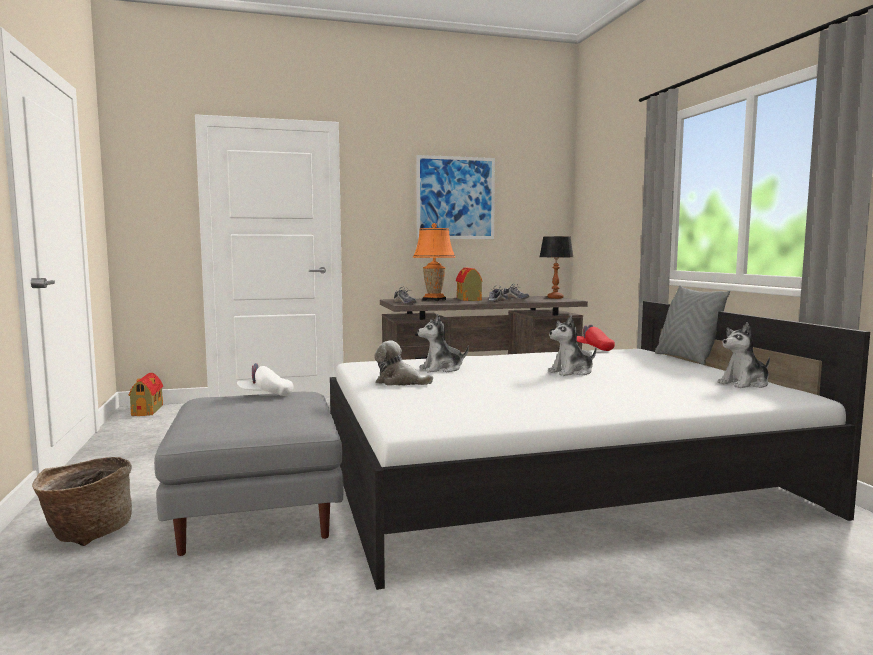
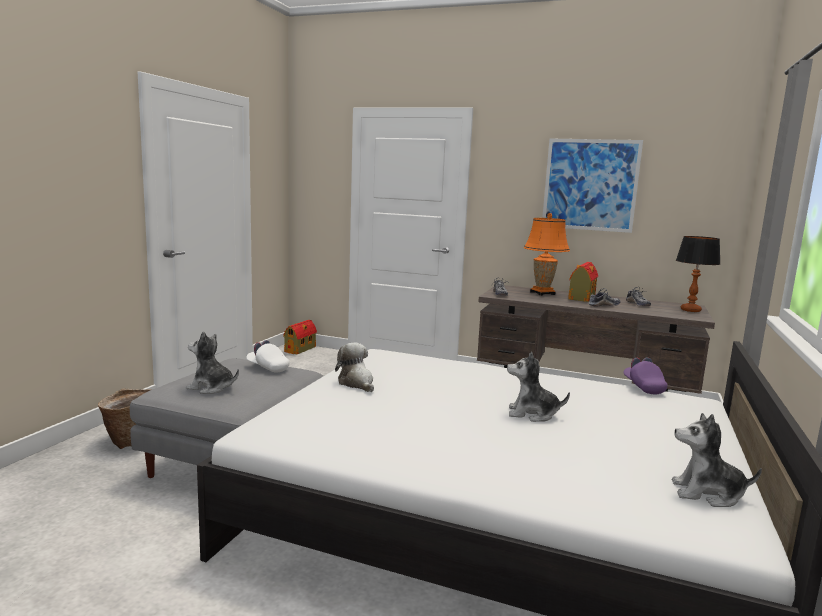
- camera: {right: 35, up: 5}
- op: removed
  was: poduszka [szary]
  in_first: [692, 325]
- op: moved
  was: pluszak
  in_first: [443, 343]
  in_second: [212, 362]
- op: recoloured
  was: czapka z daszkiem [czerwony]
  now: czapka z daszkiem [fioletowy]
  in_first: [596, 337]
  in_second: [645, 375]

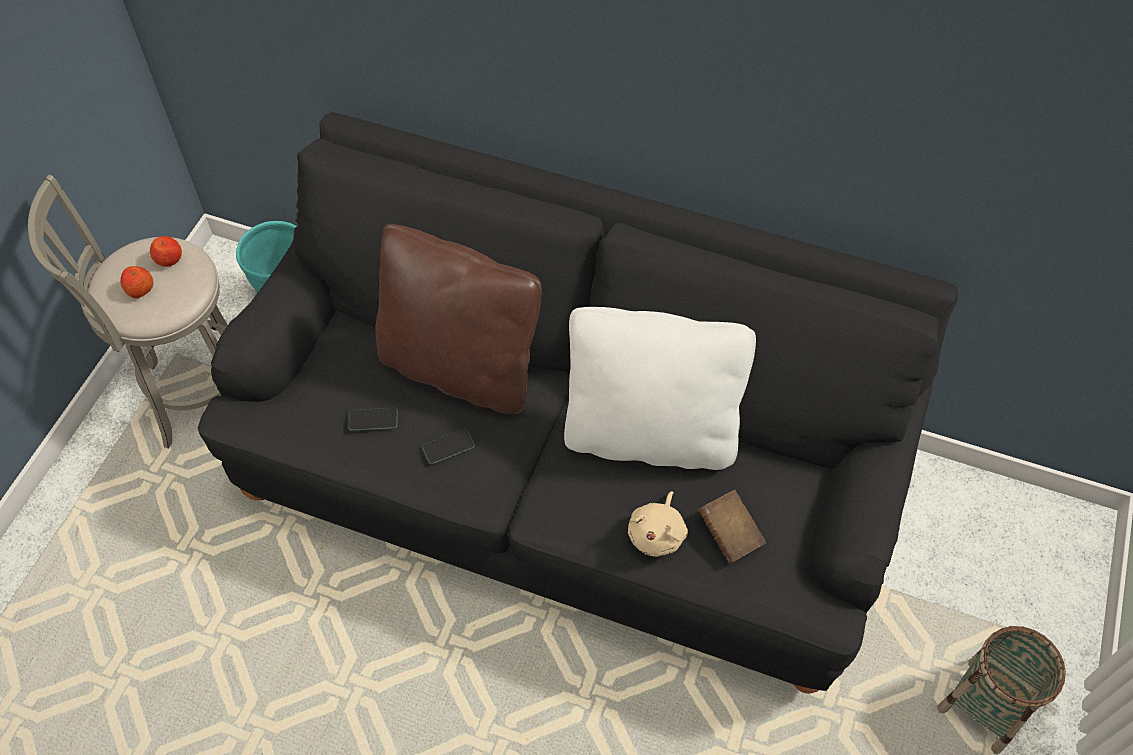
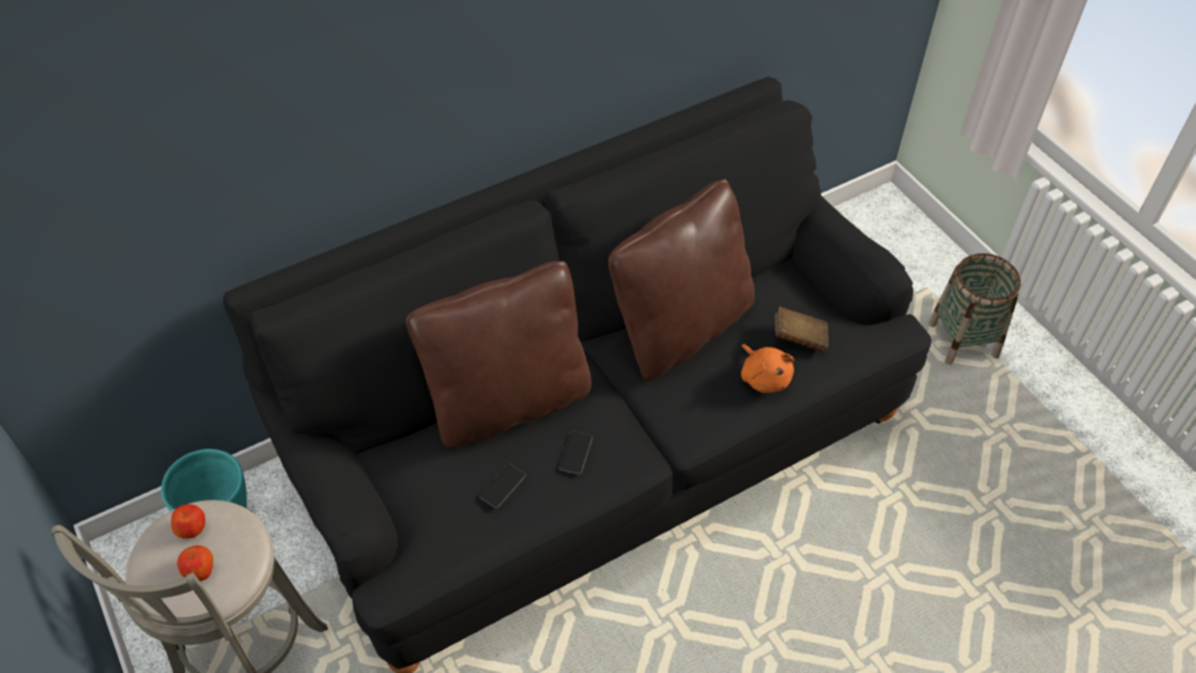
- camera: {right: -50, up: -5}
- op: recoloured
  was: poduszka [biały]
  now: poduszka [brązowy]
  in_first: [660, 388]
  in_second: [681, 280]
- op: recoloured
  was: pluszak [beżowy]
  now: pluszak [pomarańczowy]
  in_first: [658, 524]
  in_second: [767, 368]

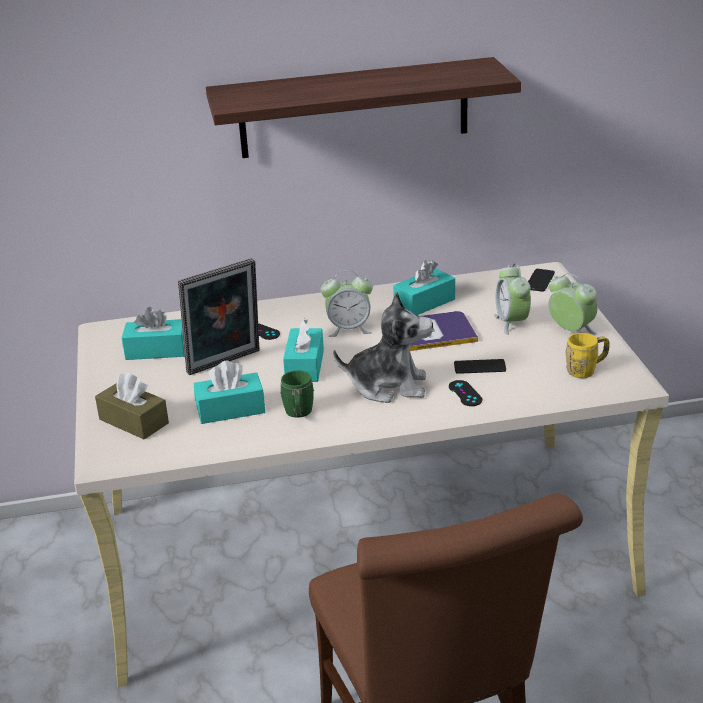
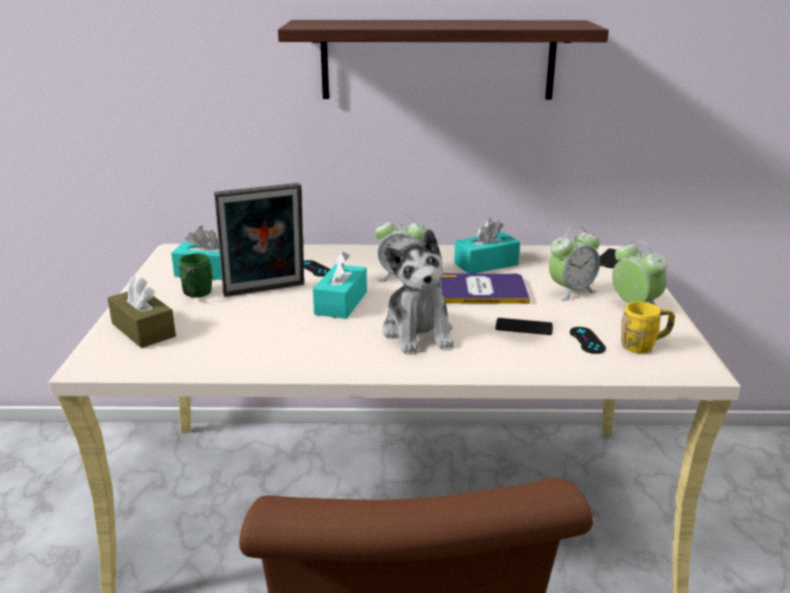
- camera: {right: 10, up: -5}
- op: removed
  was: pudełko chusteczek [turkusowy]
  in_first: [229, 392]
- op: moved
  was: kubek [zielony]
  in_first: [297, 394]
  in_second: [196, 275]
- op: moved
  was: pad do gier [czarny]
  in_first: [465, 393]
  in_second: [588, 340]
- op: turned
  was: pluszak
  in_first: [383, 347]
  in_second: [418, 291]
  clockwise: 60
- op: turned
  was: budzik
  in_first: [512, 299]
  in_second: [574, 263]
  clockwise: -120

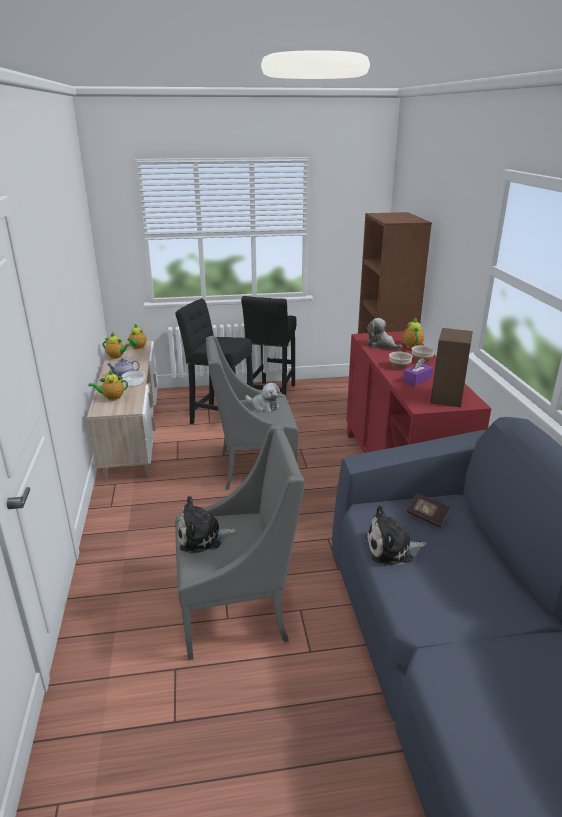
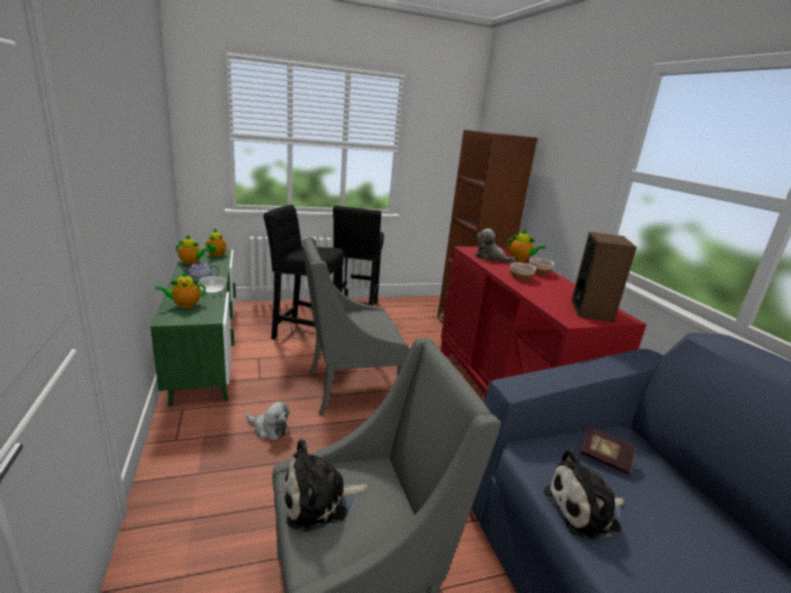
- camera: {right: -10, up: -5}
- op: removed
  was: pudełko chusteczek [fioletowy]
  in_first: [418, 372]
- op: moved
  was: pluszak
  in_first: [262, 397]
  in_second: [268, 421]
- op: recoloured
  was: szafka pod telewizor [beżowy]
  now: szafka pod telewizor [zielony]
  in_first: [122, 411]
  in_second: [193, 327]
- op: turned
  was: imbryk
  in_first: [413, 333]
  in_second: [526, 245]
  clockwise: 135

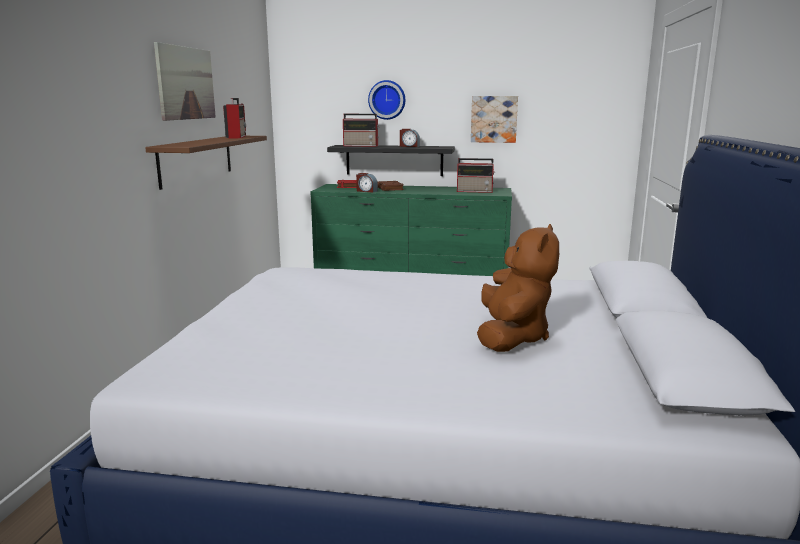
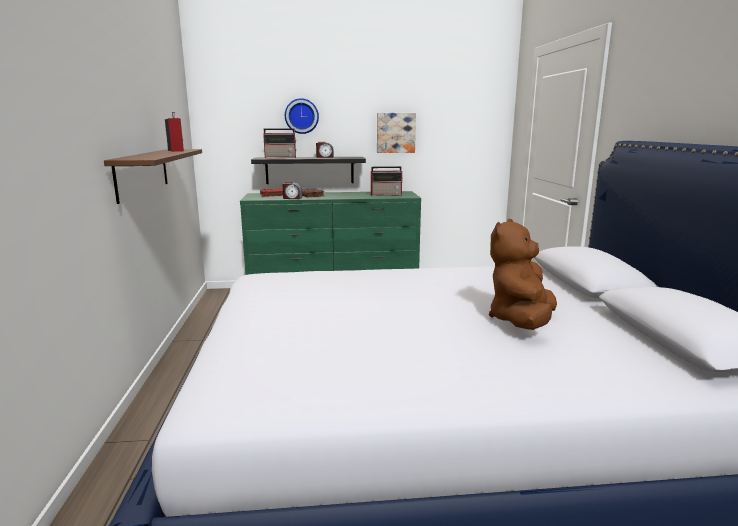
- camera: {right: -15, up: 0}
- op: removed
  was: obraz
  in_first: [185, 81]
- op: turned
  was: pluszak [brązowy]
  in_first: [518, 288]
  in_second: [523, 274]
  clockwise: -150

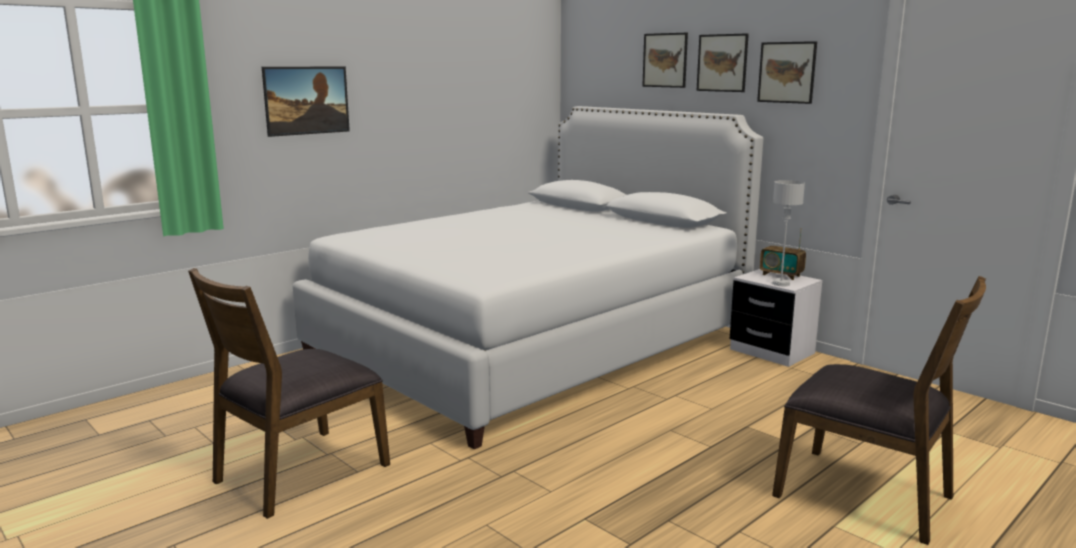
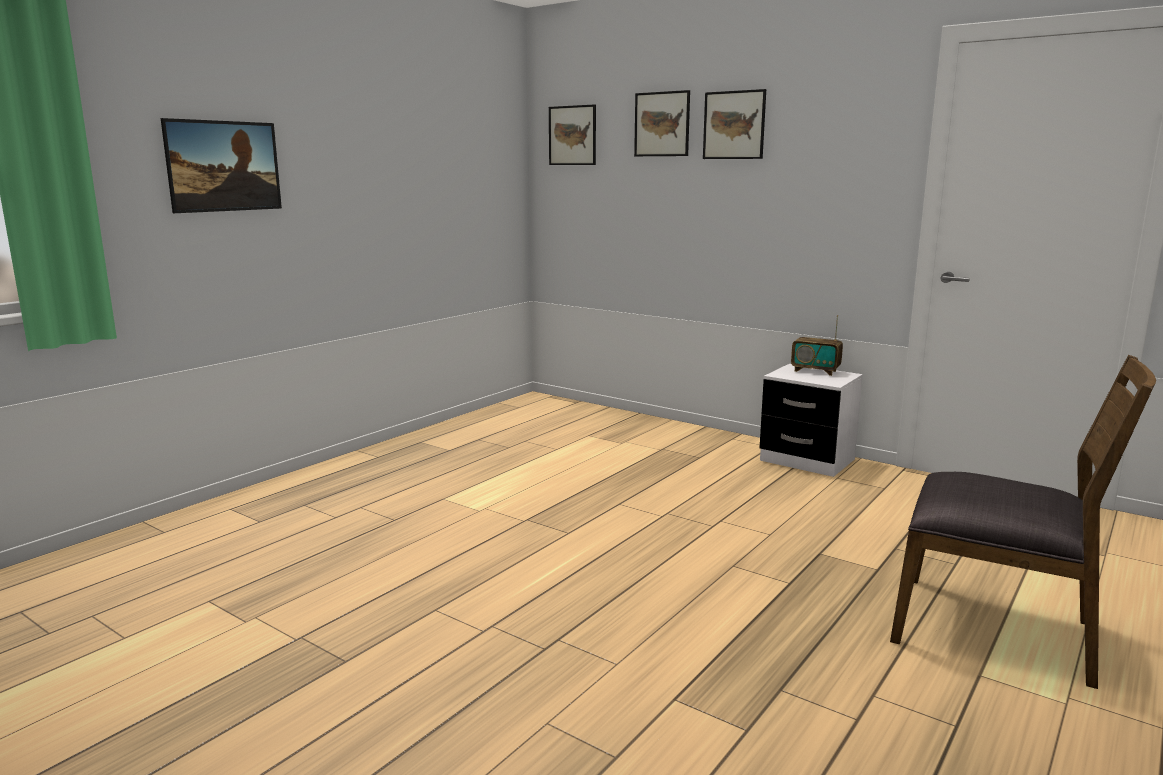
- camera: {right: -10, up: 0}
- op: removed
  was: krzesło [brązowy]
  in_first: [289, 393]
- op: removed
  was: łóżko [biały]
  in_first: [528, 277]
- op: removed
  was: lampa stołowa [szary]
  in_first: [788, 233]
- op: moved
  was: obraz
  in_first: [787, 72]
  in_second: [572, 134]

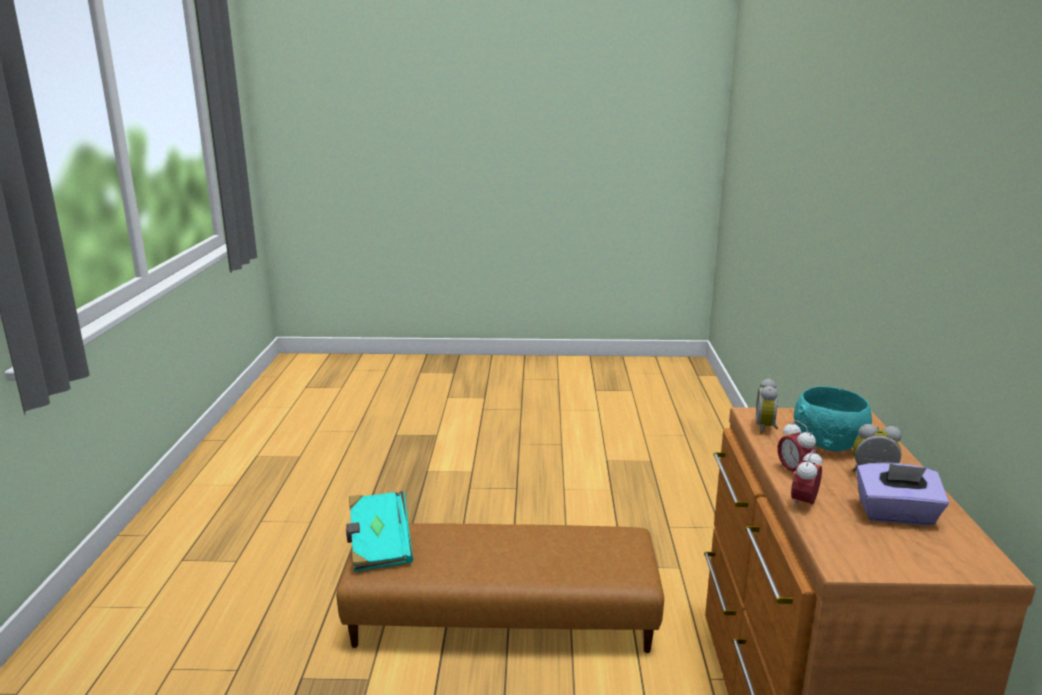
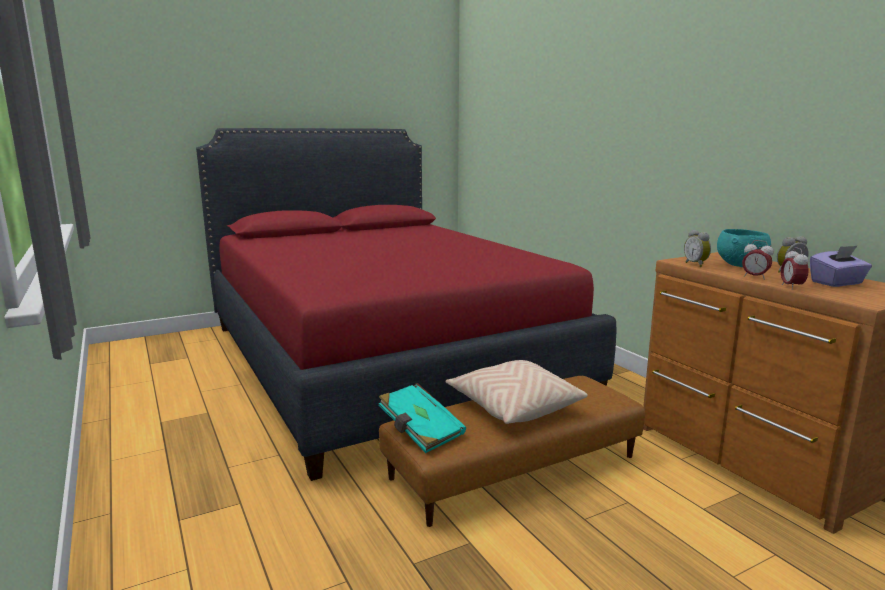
- camera: {right: -30, up: -5}
- op: added
  now: łóżko [czerwony]
  in_second: [406, 304]
- op: added
  now: poduszka [beżowy]
  in_second: [516, 392]

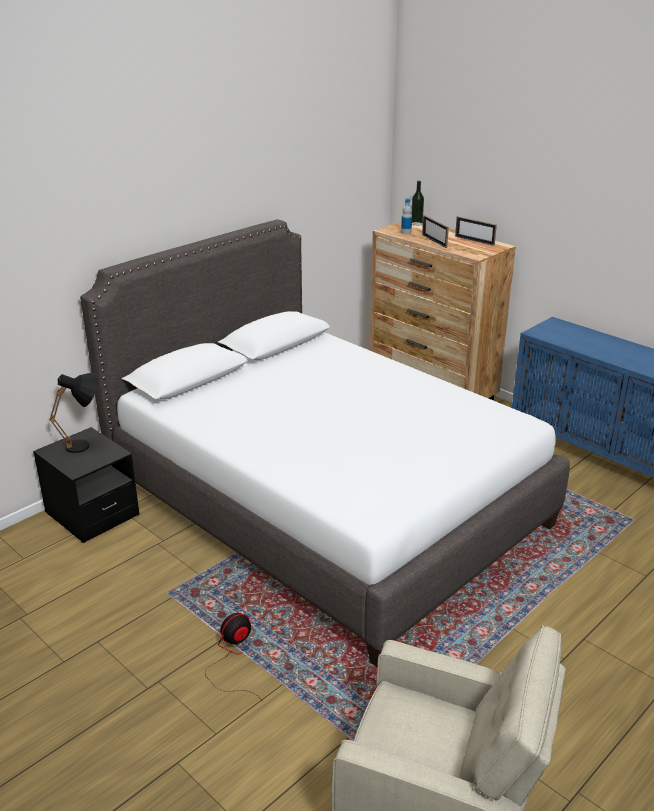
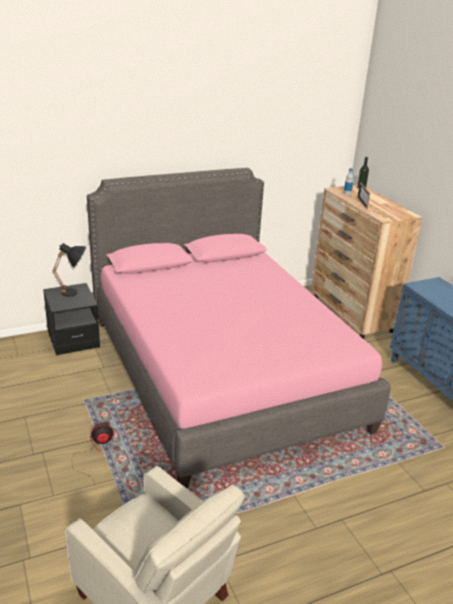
- camera: {right: 20, up: 0}
- op: removed
  was: ramka na zdjęcie
  in_first: [476, 231]
- op: recoloured
  was: łóżko [biały]
  now: łóżko [różowy]
  in_first: [325, 443]
  in_second: [239, 328]

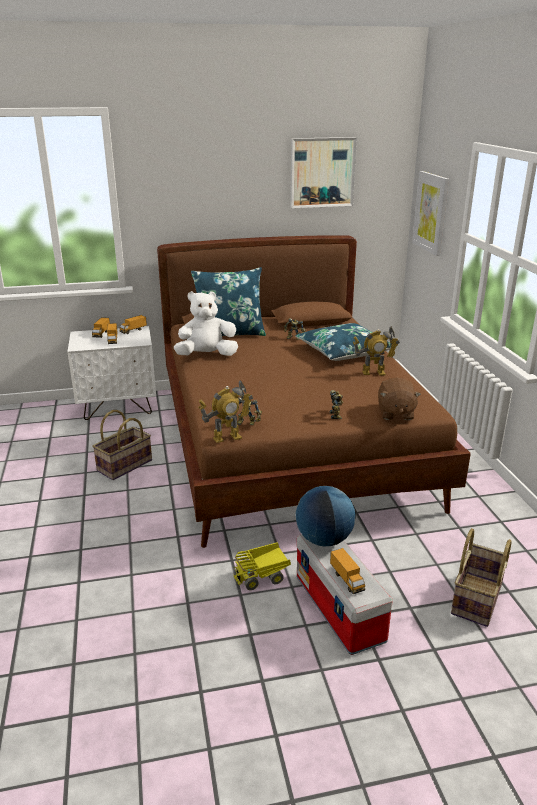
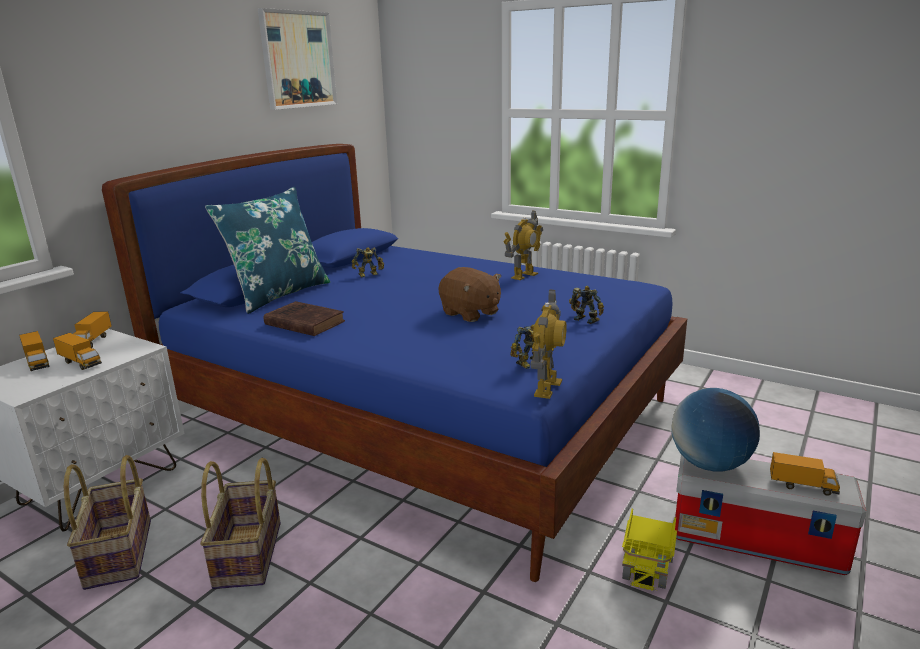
- camera: {right: -45, up: -5}
- op: removed
  was: poduszka [niebieski]
  in_first: [346, 342]
- op: removed
  was: obraz
  in_first: [430, 213]
- op: moved
  was: pluszak [brązowy]
  in_first: [399, 399]
  in_second: [469, 294]
- op: moved
  was: koszyk
  in_first: [481, 577]
  in_second: [107, 522]
- op: replaced
  was: pluszak [biały]
  now: książka [brązowy]
  in_first: [206, 323]
  in_second: [304, 318]
- op: recoloured
  was: łóżko [brązowy]
  now: łóżko [niebieski]
  in_first: [314, 391]
  in_second: [394, 363]

